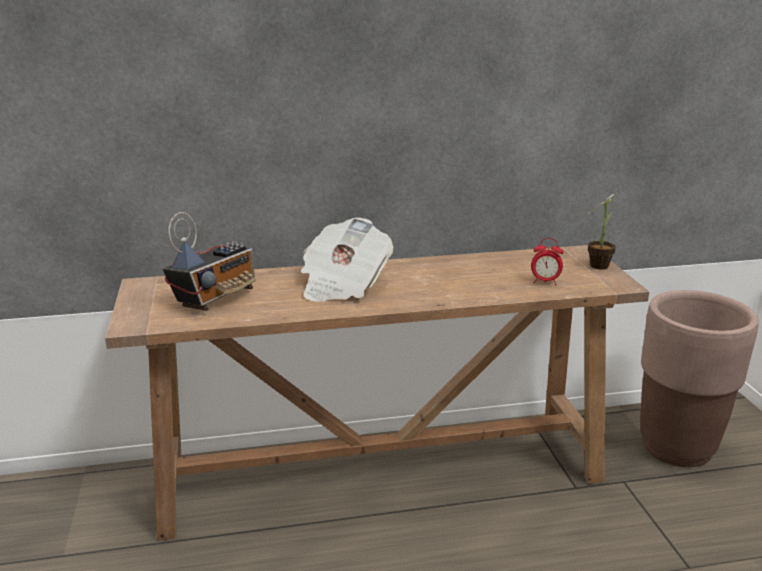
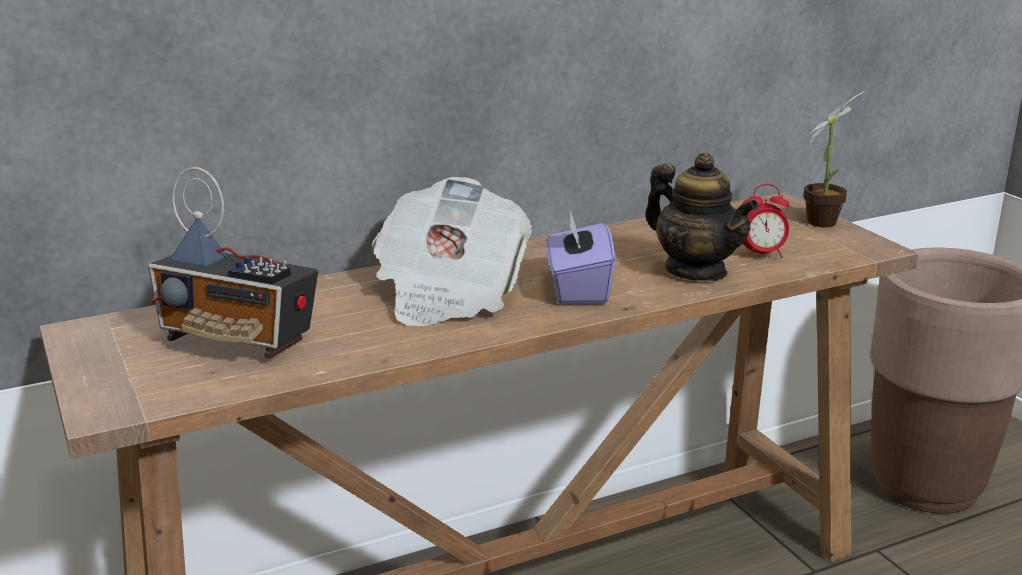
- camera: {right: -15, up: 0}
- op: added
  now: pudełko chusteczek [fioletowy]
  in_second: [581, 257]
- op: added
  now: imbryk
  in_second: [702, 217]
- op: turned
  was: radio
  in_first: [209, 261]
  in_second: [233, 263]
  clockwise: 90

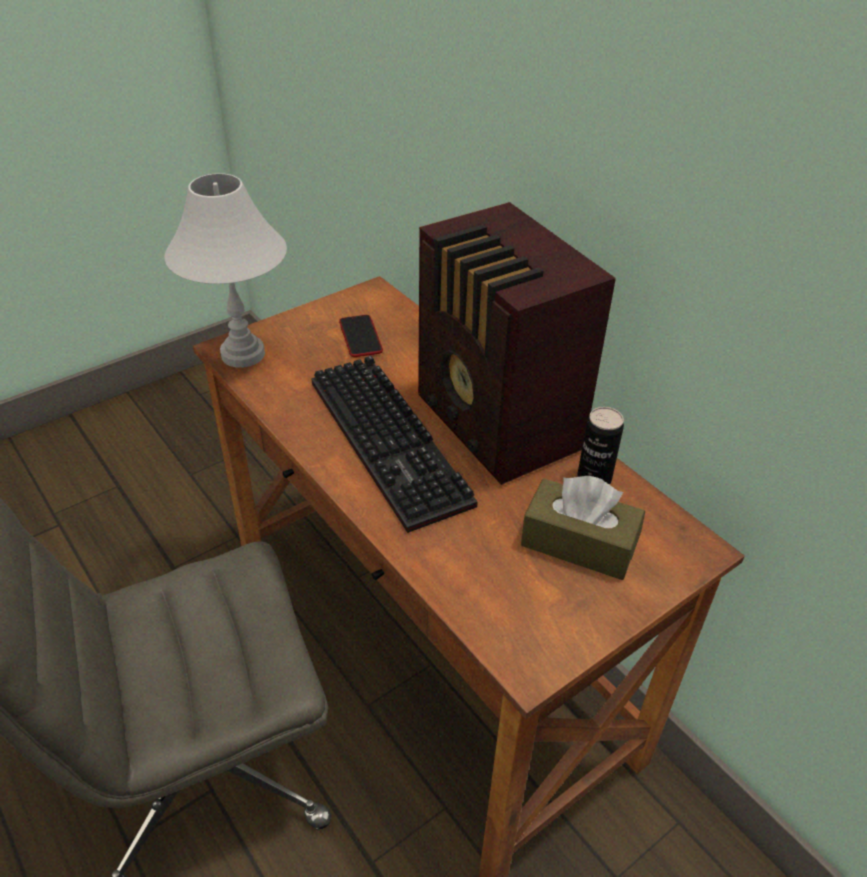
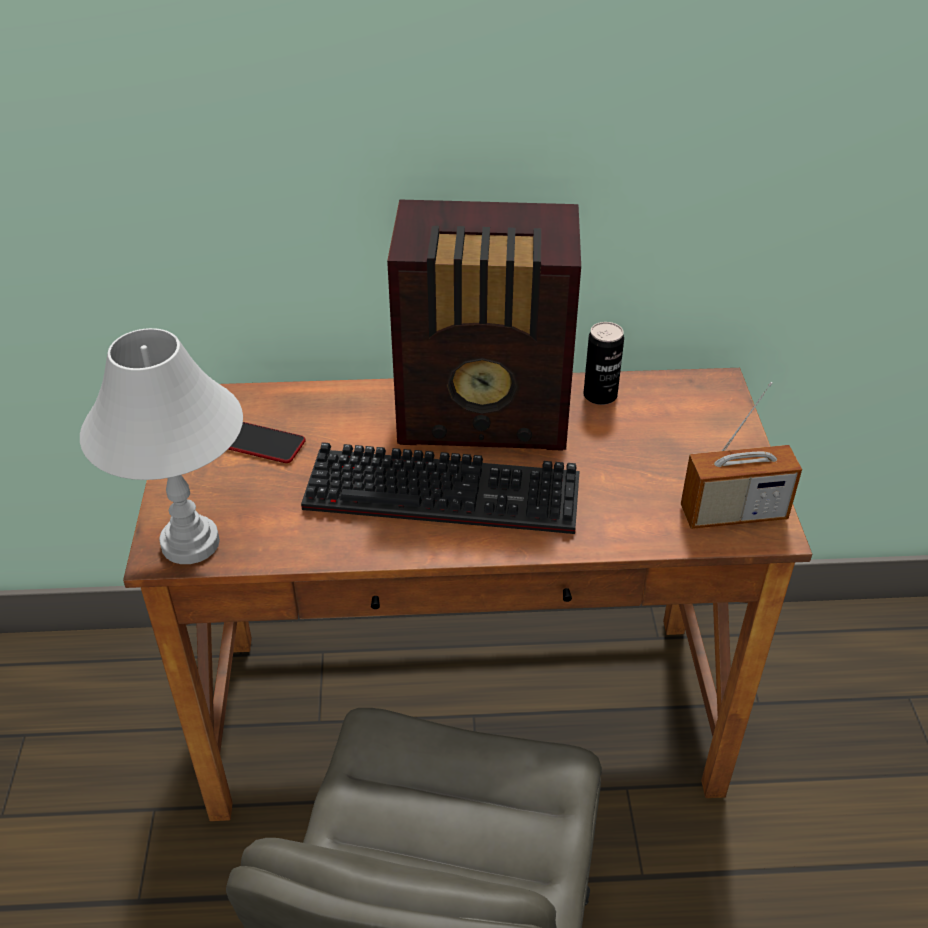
- camera: {right: -55, up: 0}
- op: removed
  was: pudełko chusteczek [brązowy]
  in_first: [583, 528]
- op: added
  now: radio
  in_second: [741, 455]

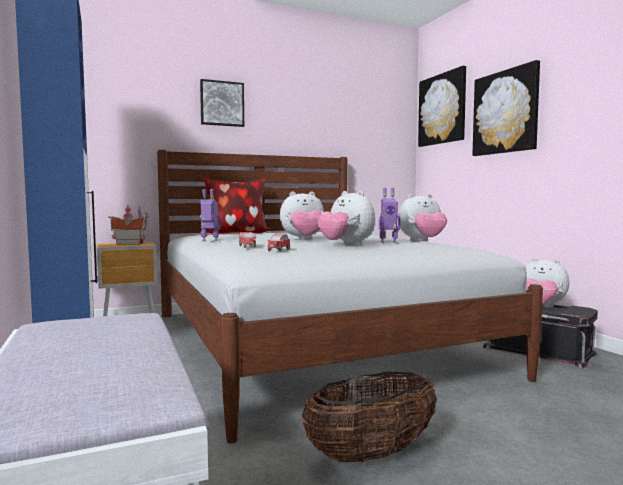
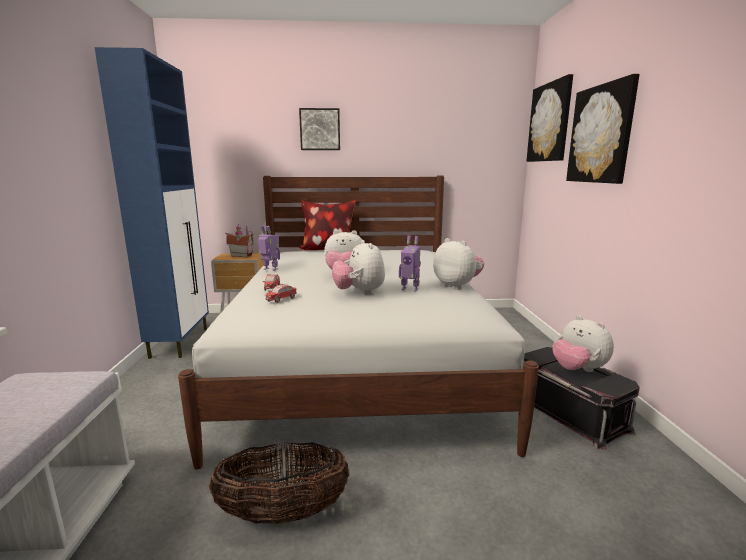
- camera: {right: 20, up: 10}
- op: turned
  was: pluszak
  in_first: [422, 217]
  in_second: [458, 264]
  clockwise: -135

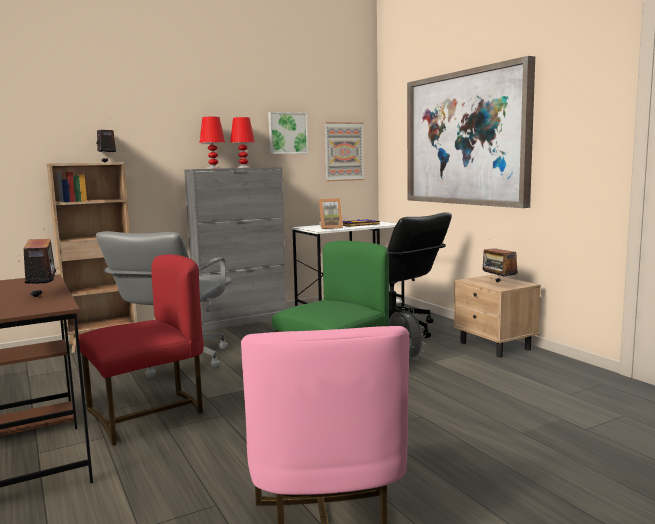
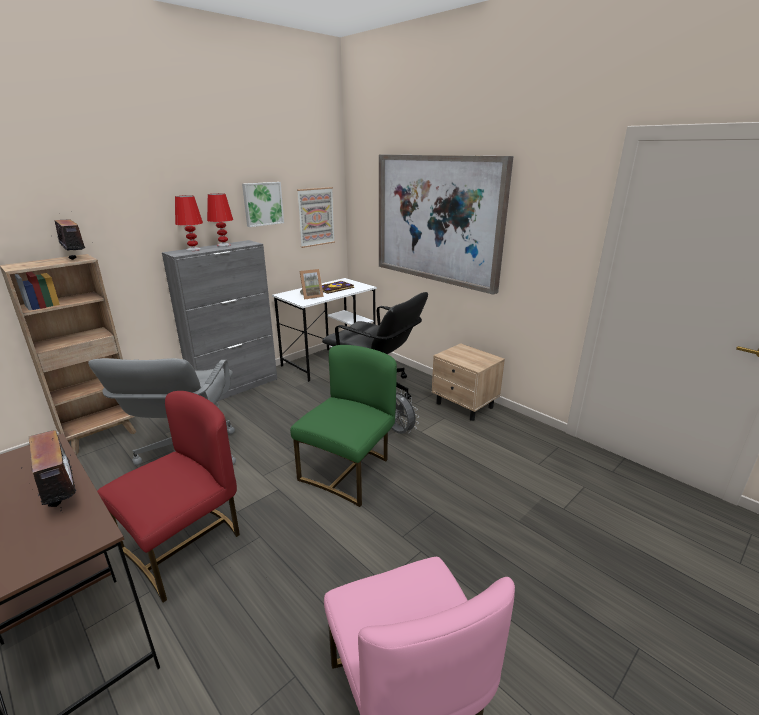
- camera: {right: -15, up: 15}
- op: removed
  was: radio
  in_first: [500, 265]

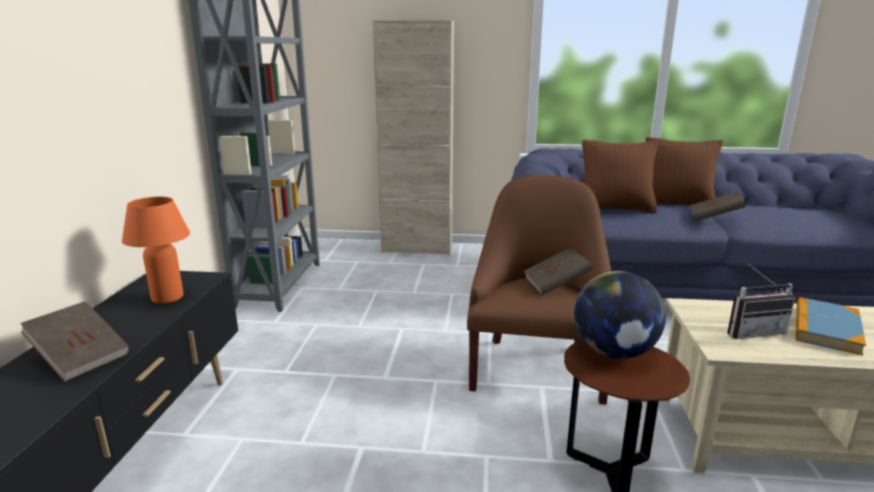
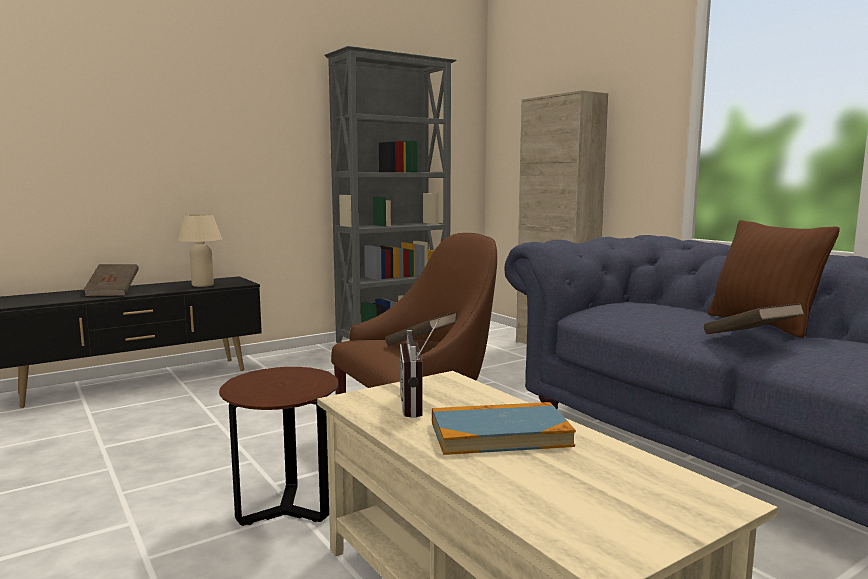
- camera: {right: 50, up: -10}
- op: removed
  was: globus
  in_first: [620, 315]
- op: removed
  was: poduszka [brązowy]
  in_first: [620, 176]
- op: recoloured
  was: lampa stołowa [pomarańczowy]
  now: lampa stołowa [beżowy]
  in_first: [156, 250]
  in_second: [199, 250]
- op: turned
  was: radio
  in_first: [761, 301]
  in_second: [420, 367]
  clockwise: 45

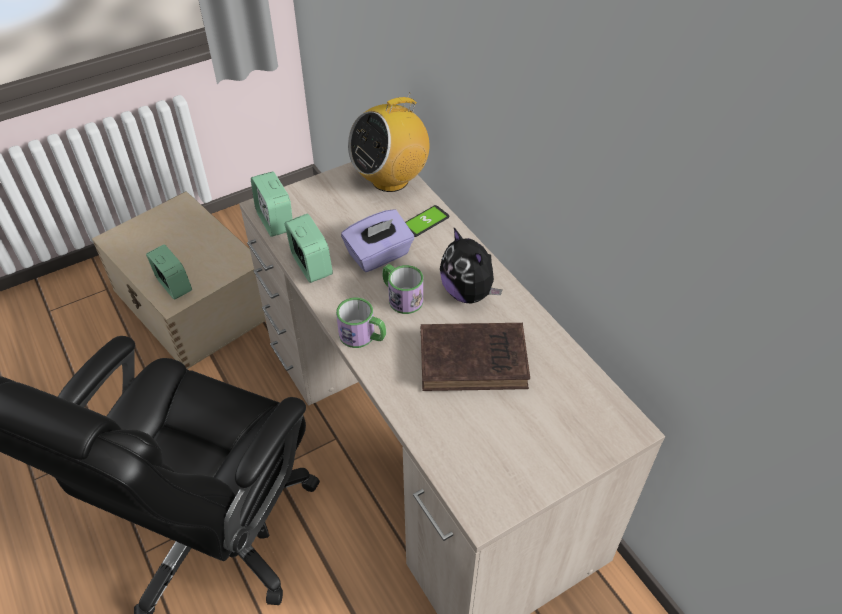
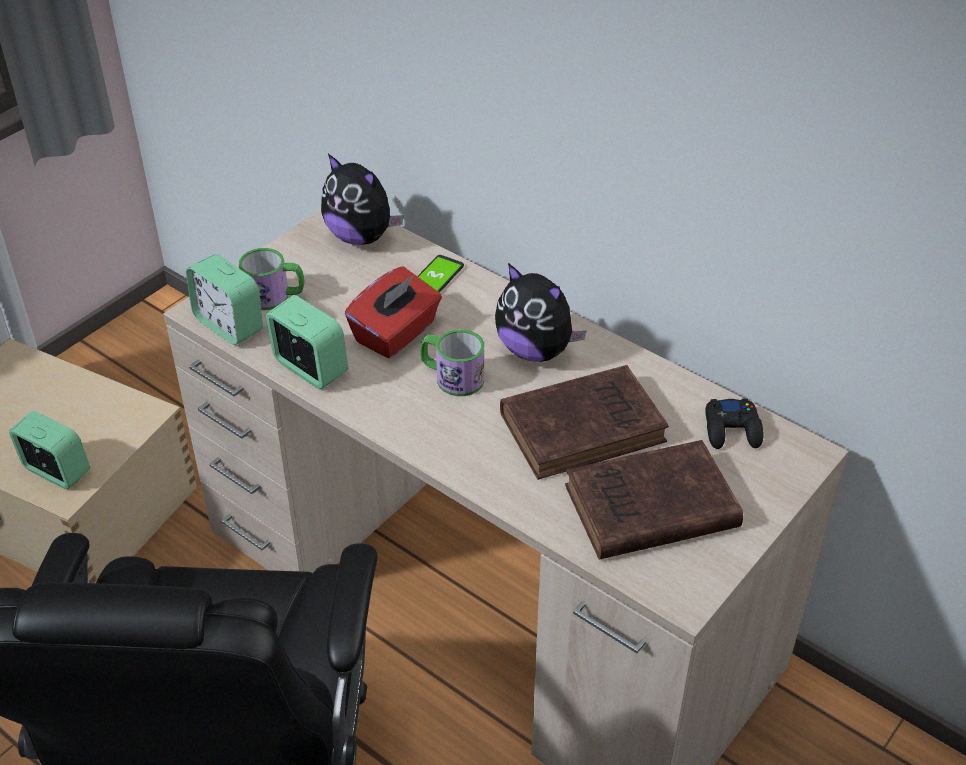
- camera: {right: -20, up: -5}
- op: added
  now: książka [brązowy]
  in_second: [654, 500]
- op: added
  now: pad do gier [czarny]
  in_second: [734, 424]
- op: moved
  was: kubek
  in_first: [361, 322]
  in_second: [271, 279]
- op: replaced
  was: radio
  now: pluszak
  in_first: [388, 142]
  in_second: [362, 199]
- op: recoloured
  was: pudełko chusteczek [fioletowy]
  now: pudełko chusteczek [czerwony]
  in_first: [378, 240]
  in_second: [393, 312]

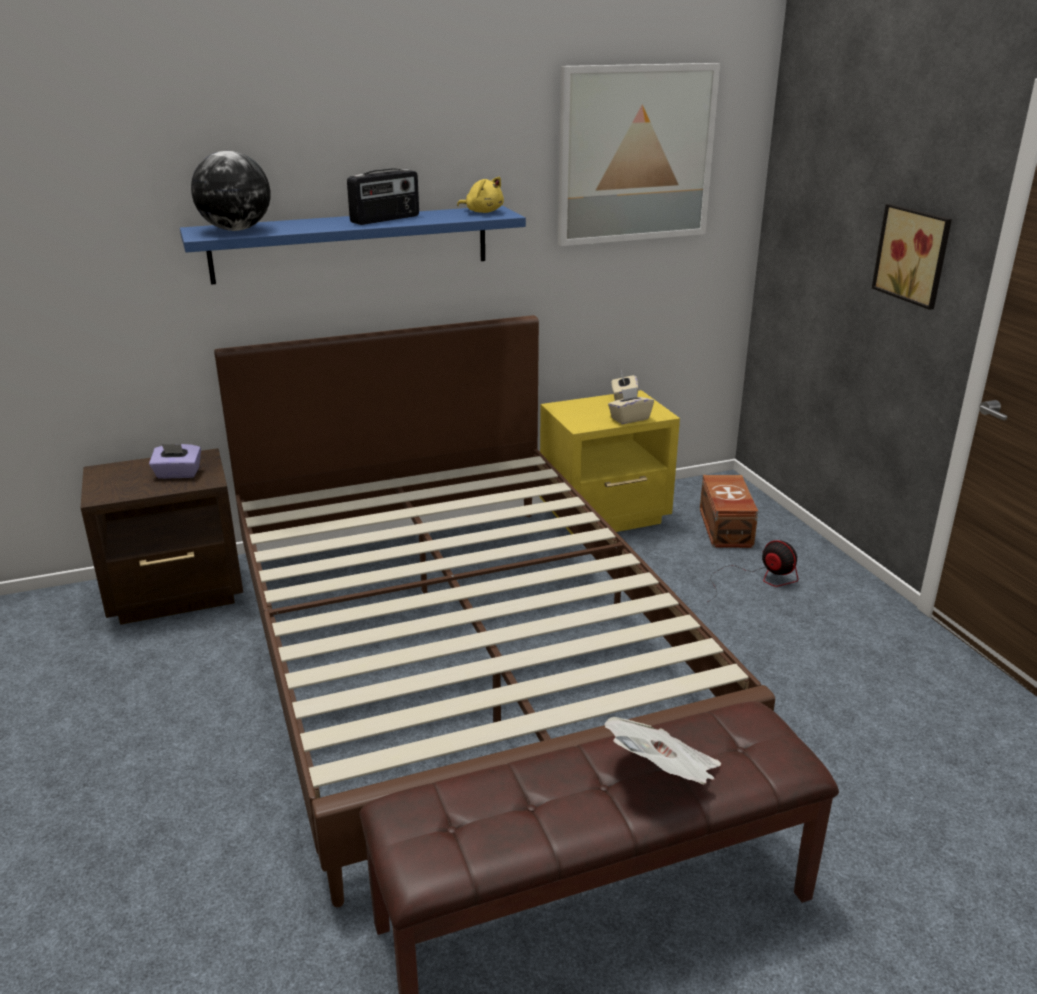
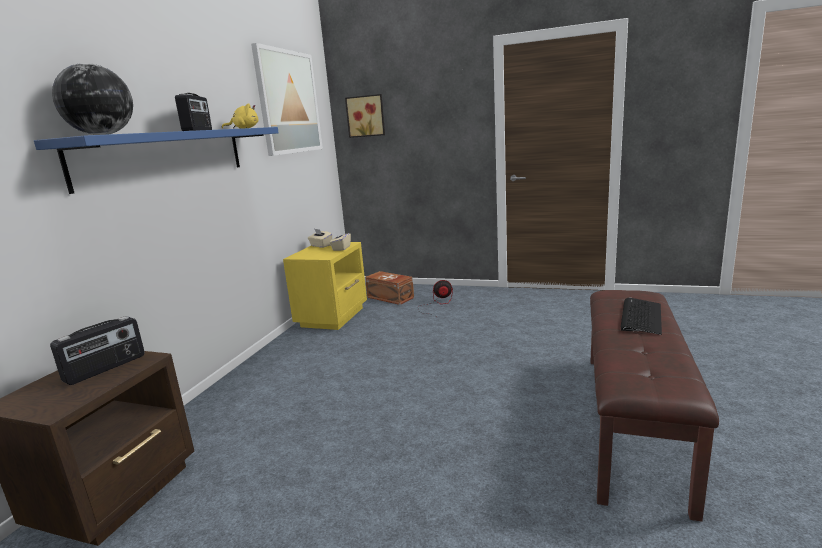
- camera: {right: -50, up: -10}
- op: removed
  was: łóżko [brązowy]
  in_first: [494, 611]
- op: moved
  was: obraz
  in_first: [912, 257]
  in_second: [365, 116]
- op: replaced
  was: pudełko chusteczek [fioletowy]
  now: radio
  in_first: [175, 461]
  in_second: [97, 350]
- op: replaced
  was: gazeta
  now: klawiatura
  in_first: [663, 750]
  in_second: [641, 316]

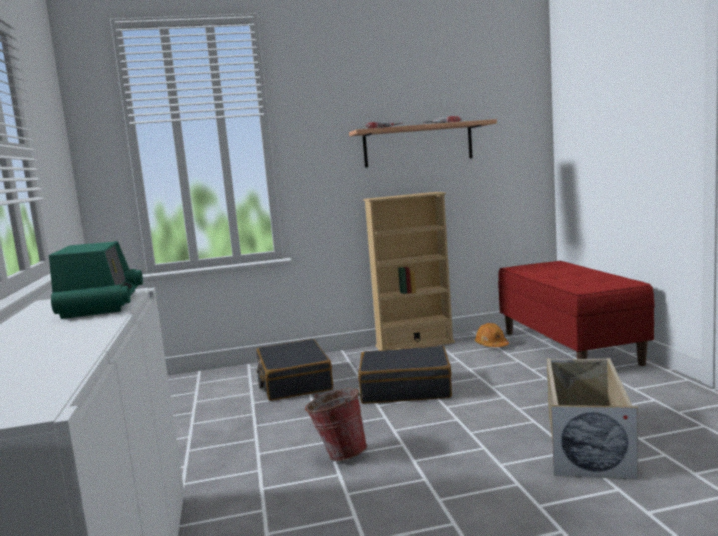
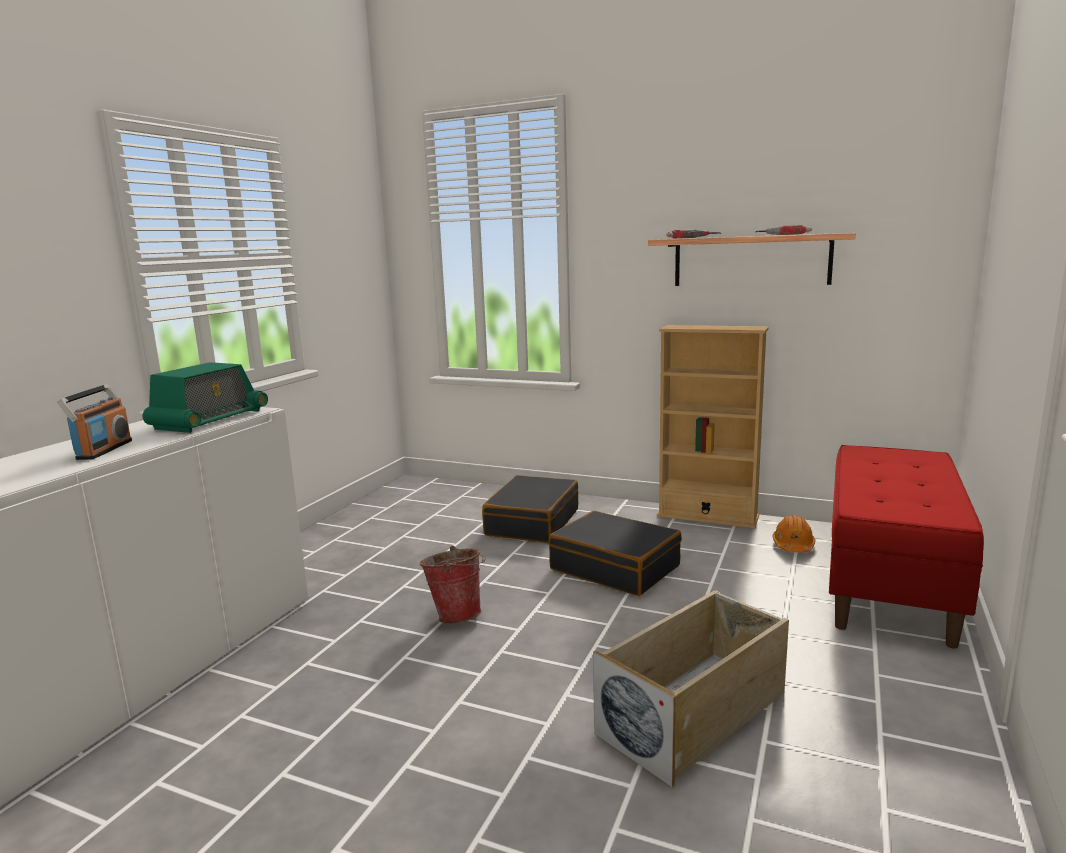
- camera: {right: 35, up: 5}
- op: added
  now: radio
  in_second: [94, 422]

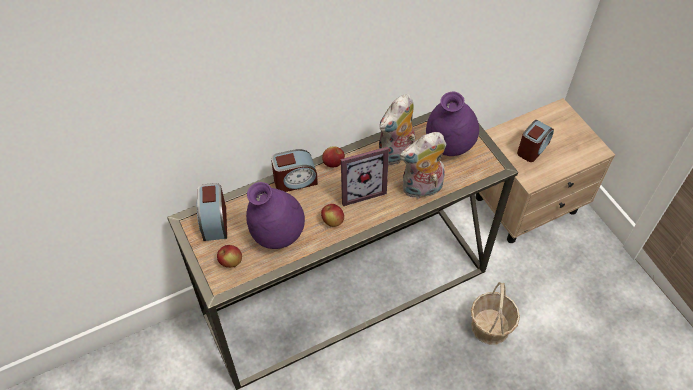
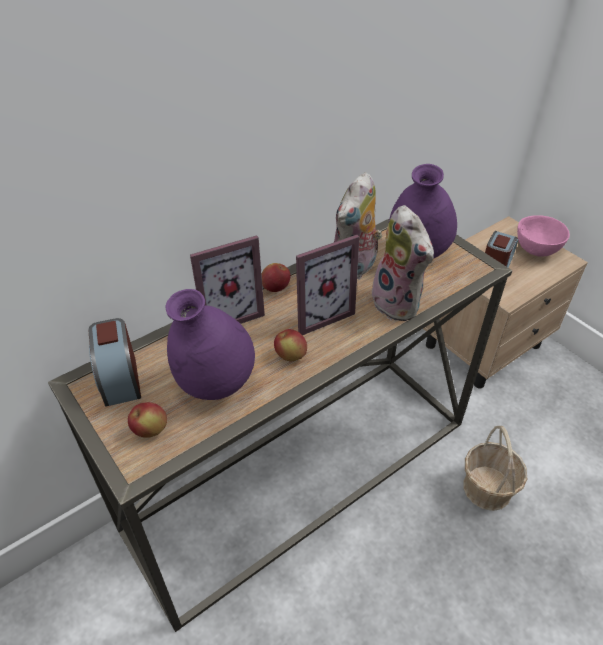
- camera: {right: -10, up: -10}
- op: added
  now: miska [różowy]
  in_second: [543, 236]
- op: replaced
  was: budzik
  now: ramka na zdjęcie
  in_first: [294, 170]
  in_second: [227, 279]
- op: turned
  was: pluszak
  in_first: [423, 165]
  in_second: [403, 263]
  clockwise: -90

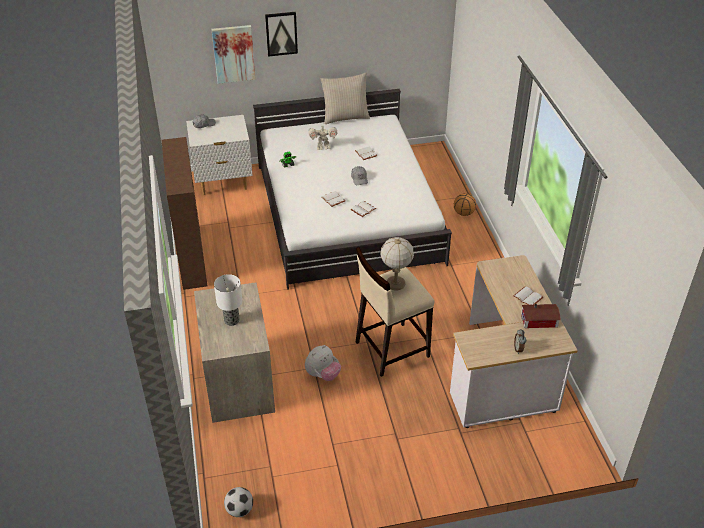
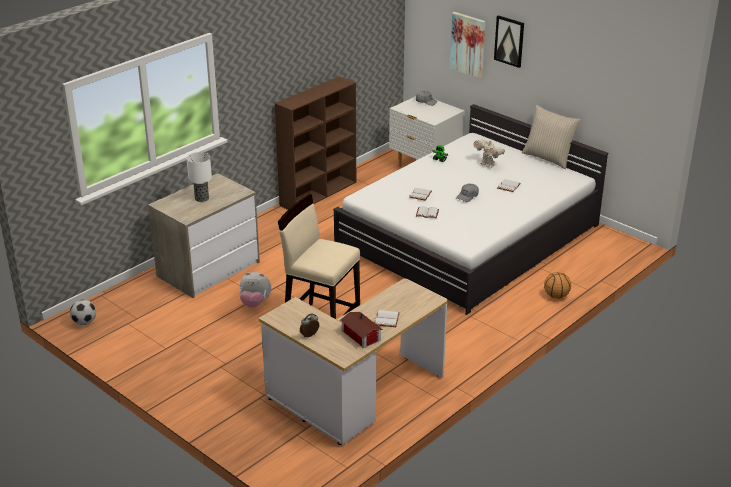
- camera: {right: 55, up: -10}
- op: removed
  was: lampa stołowa
  in_first: [397, 263]

